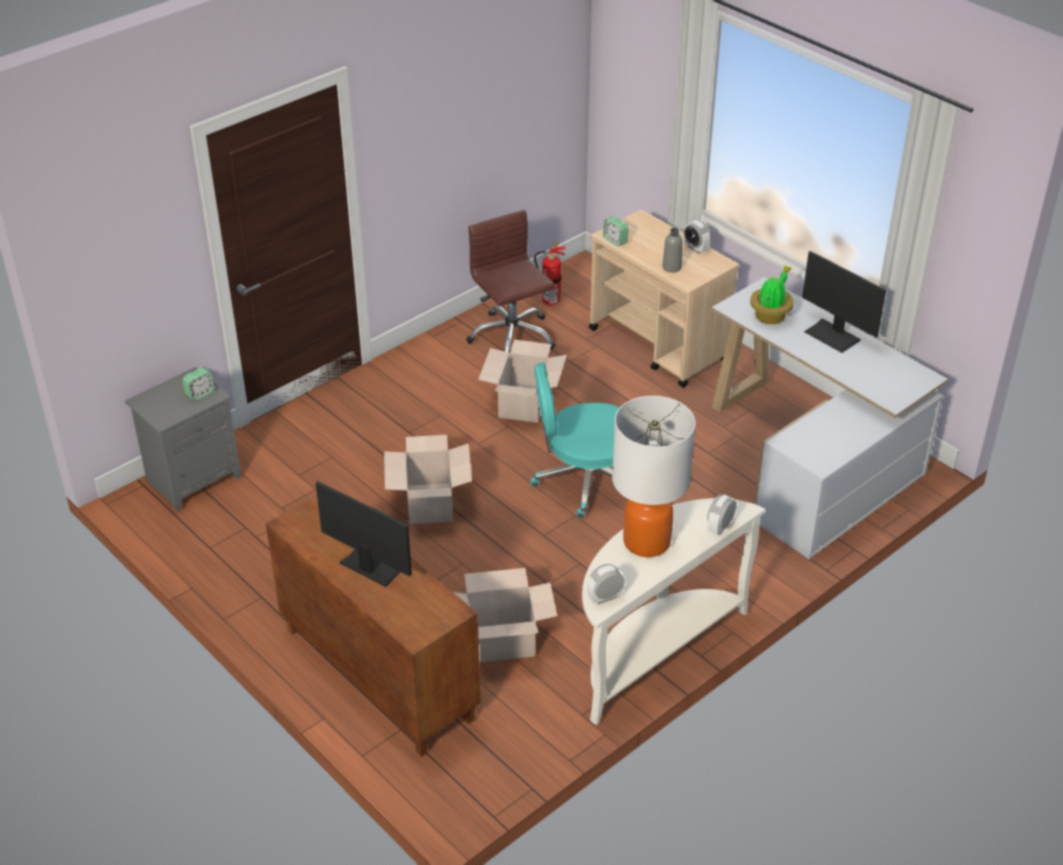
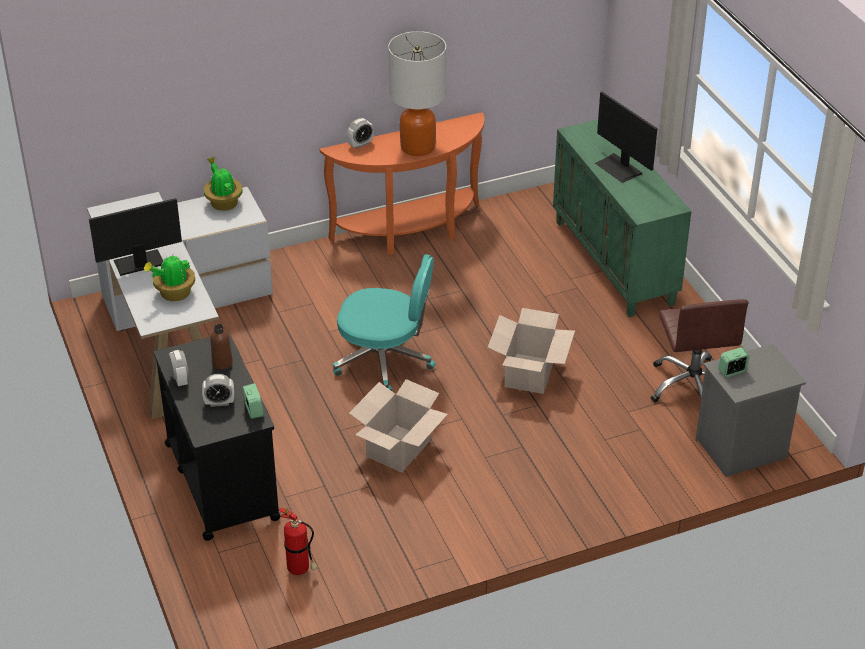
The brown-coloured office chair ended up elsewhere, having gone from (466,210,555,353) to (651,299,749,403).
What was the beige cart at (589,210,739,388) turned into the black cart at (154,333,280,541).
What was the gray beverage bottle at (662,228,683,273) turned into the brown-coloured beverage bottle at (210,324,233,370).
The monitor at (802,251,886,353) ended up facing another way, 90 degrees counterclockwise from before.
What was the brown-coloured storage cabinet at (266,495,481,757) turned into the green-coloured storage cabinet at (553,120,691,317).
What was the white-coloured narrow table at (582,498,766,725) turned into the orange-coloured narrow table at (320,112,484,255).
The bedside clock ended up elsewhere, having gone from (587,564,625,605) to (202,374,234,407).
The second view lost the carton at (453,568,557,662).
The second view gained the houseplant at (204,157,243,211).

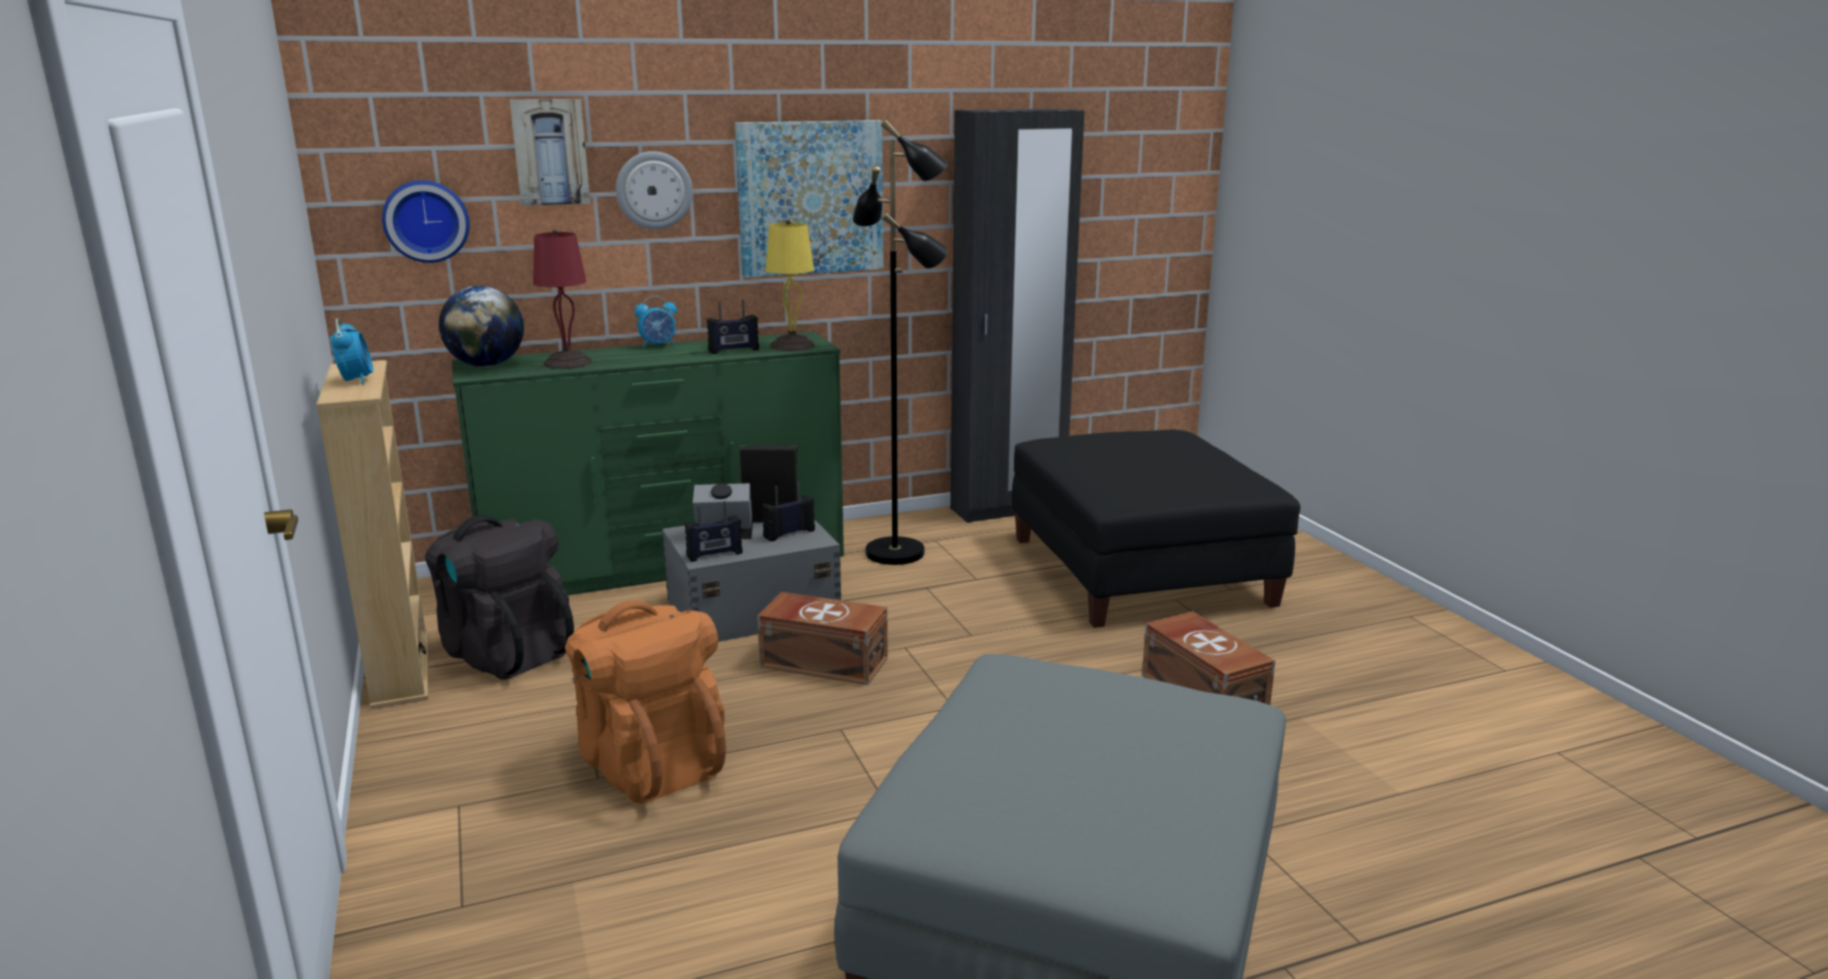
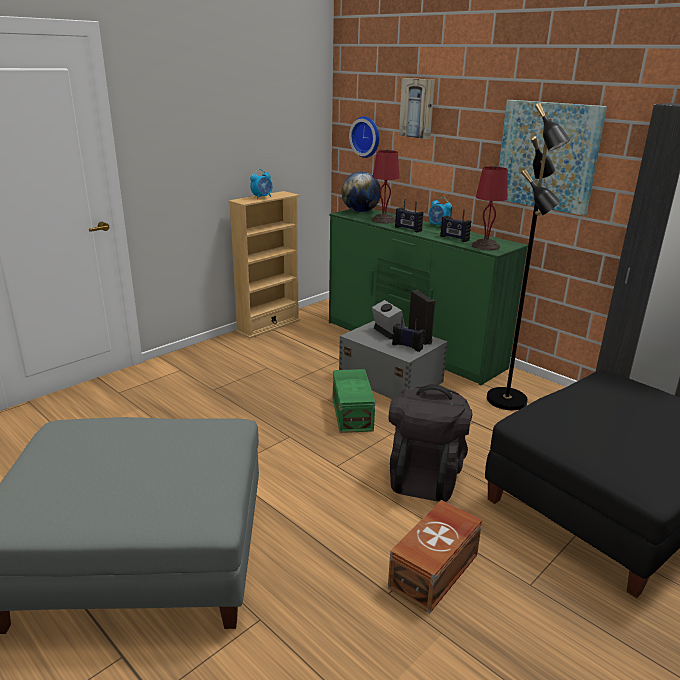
The second view lost the wall clock at (616,151,693,229).
What was the yellowish table lamp at (766,220,815,351) turned into the red table lamp at (471,165,508,250).
The radio receiver ended up elsewhere, having gone from (685,501,742,562) to (395,199,424,232).
The black backpack ended up elsewhere, having gone from (425,515,574,680) to (388,384,473,502).
What was the brown-coloured storage box at (757,592,888,685) turned into the green-coloured storage box at (333,369,375,433).
The second view lost the orange-coloured backpack at (565,600,726,804).

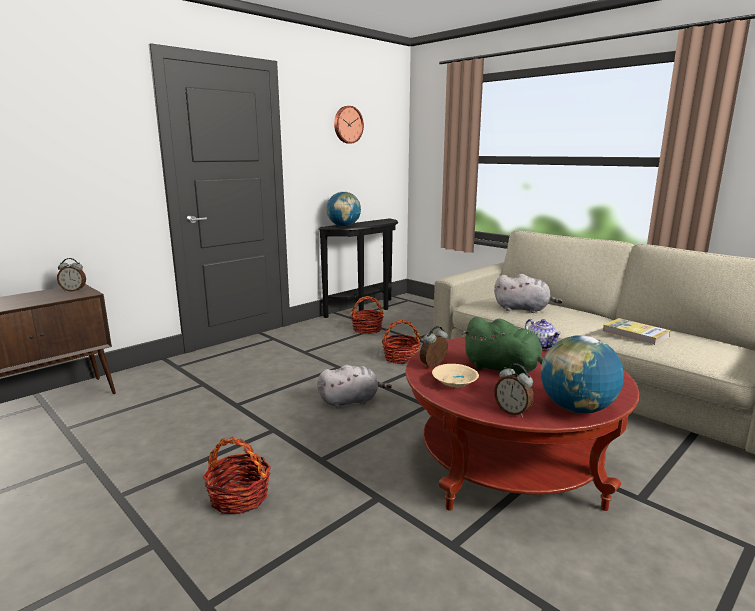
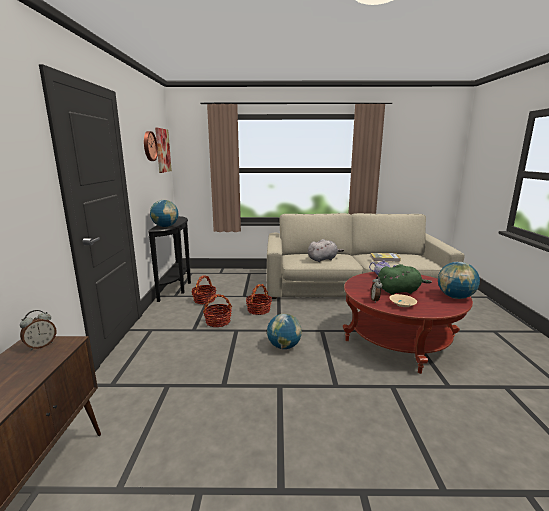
The second view lost the bedside clock at (494,364,534,417).
Where the gray cuddly toy stood at (317,365,392,408), the desk globe came to stand at (267,314,302,349).
The basket ended up elsewhere, having gone from (203,437,271,514) to (203,294,232,327).
The second view gained the wall picture at (155,128,172,173).

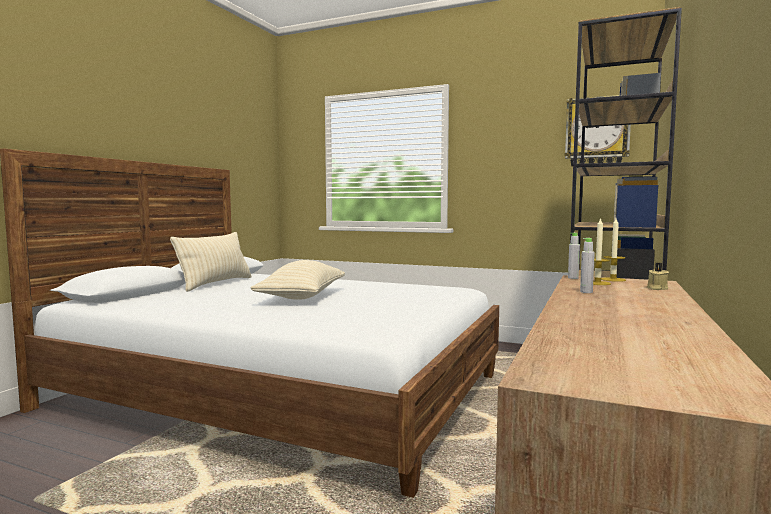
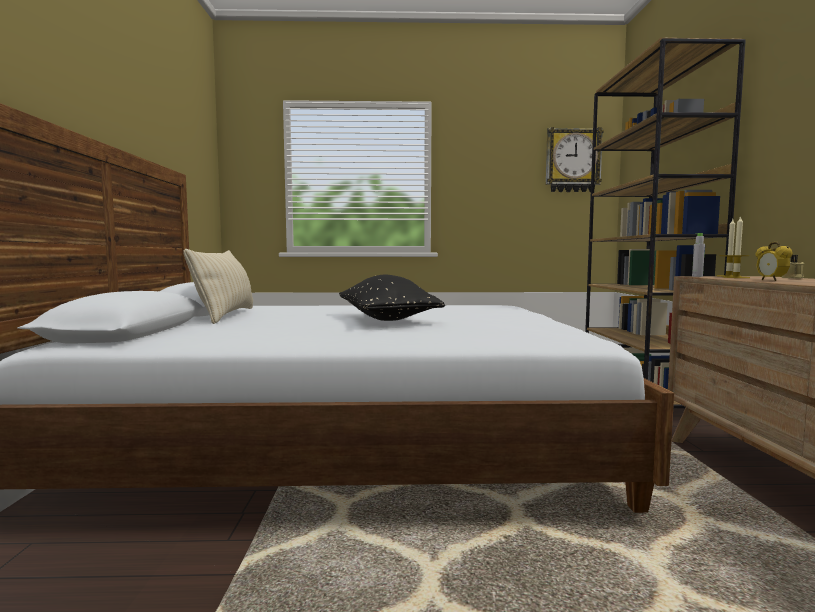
Where the gray beverage bottle stood at (580,238,595,293), the bedside clock came to stand at (755,242,793,281).
What was the beige cushion at (251,260,345,300) turned into the black cushion at (339,275,445,321).

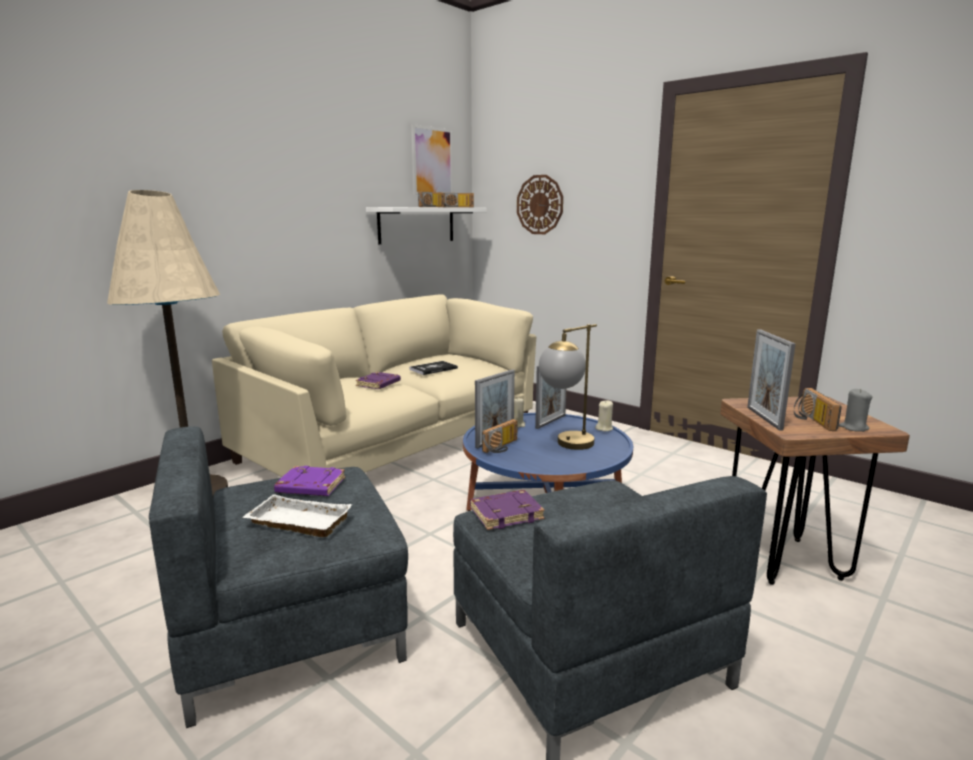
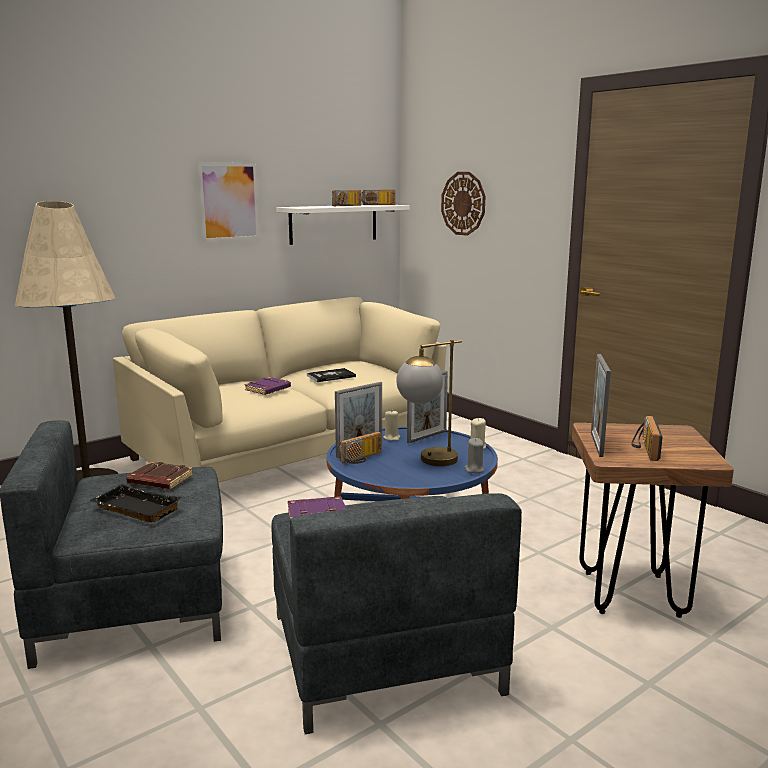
The wall picture ended up elsewhere, having gone from (411,124,453,195) to (197,162,260,242).
The gray candle ended up elsewhere, having gone from (839,389,872,432) to (464,438,484,473).
What was the purplish book at (274,466,345,496) turned into the brown-coloured book at (126,462,193,490).
What was the white-coloured carrying tray at (243,494,352,537) turned into the black carrying tray at (90,484,182,522).

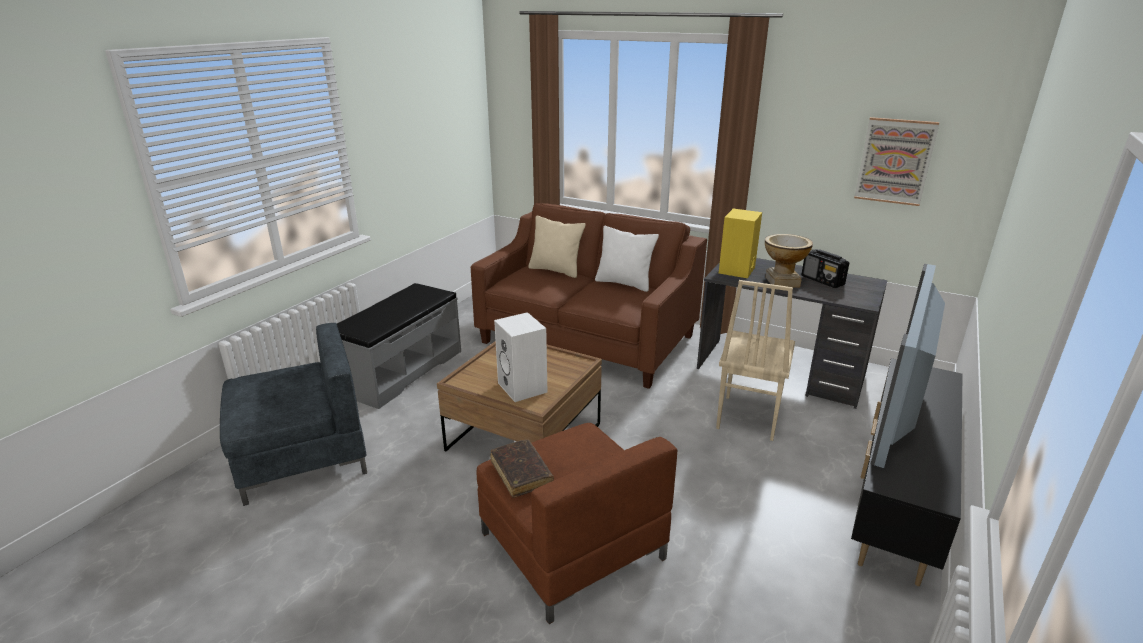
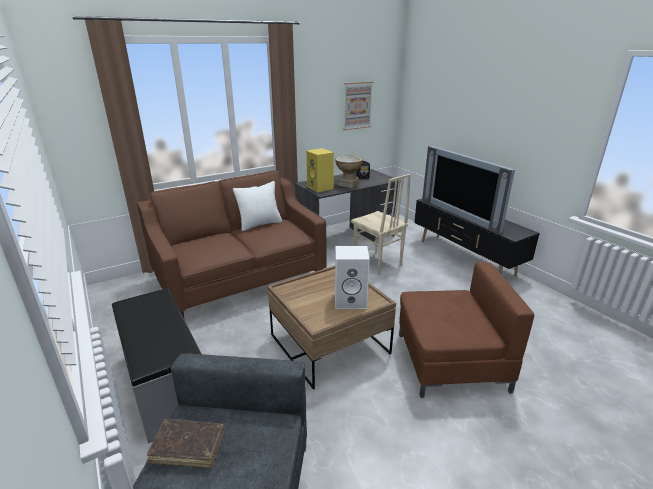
The second view lost the beige cushion at (528,215,586,278).
The brown-coloured book ended up elsewhere, having gone from (490,439,554,498) to (147,419,224,468).

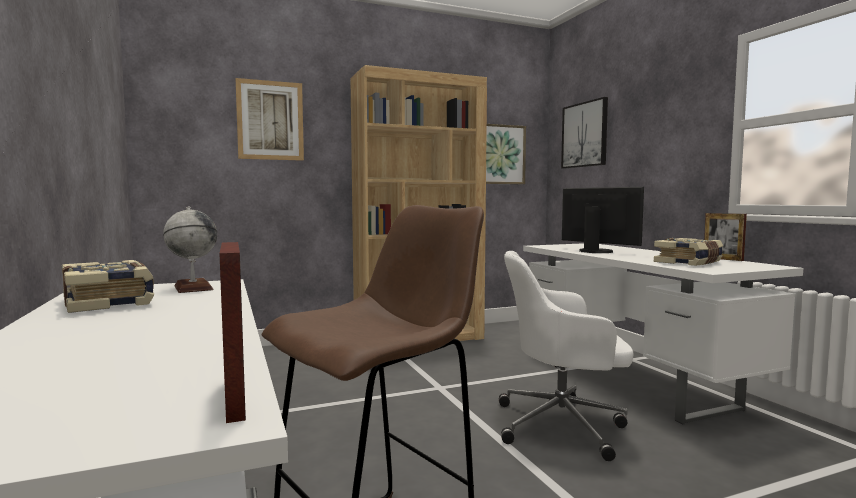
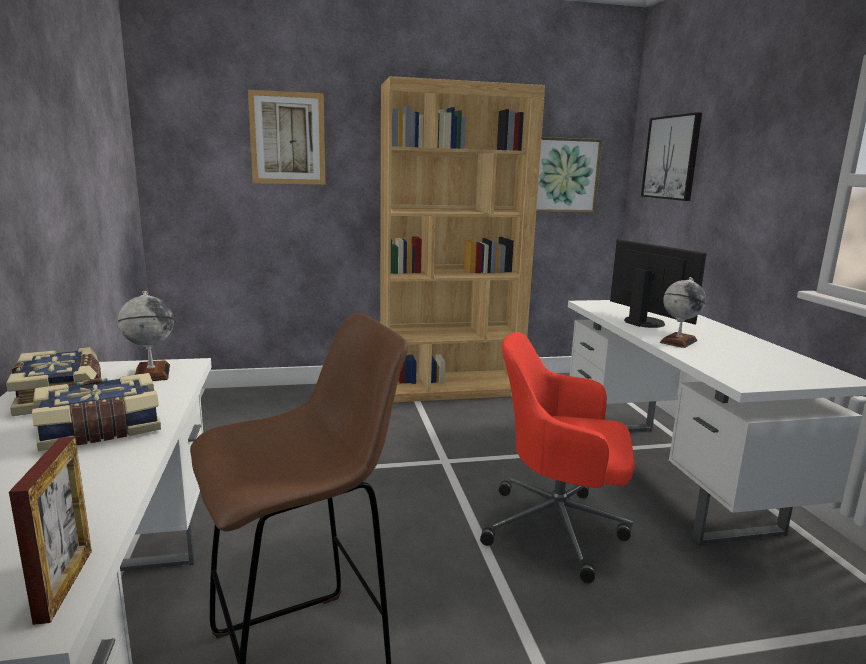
The second view lost the photo frame at (704,213,747,261).
The book ended up elsewhere, having gone from (654,238,723,266) to (32,373,161,451).
What was the white-coloured office chair at (499,251,633,461) turned into the red office chair at (480,332,635,583).
The second view gained the desk globe at (660,277,706,348).

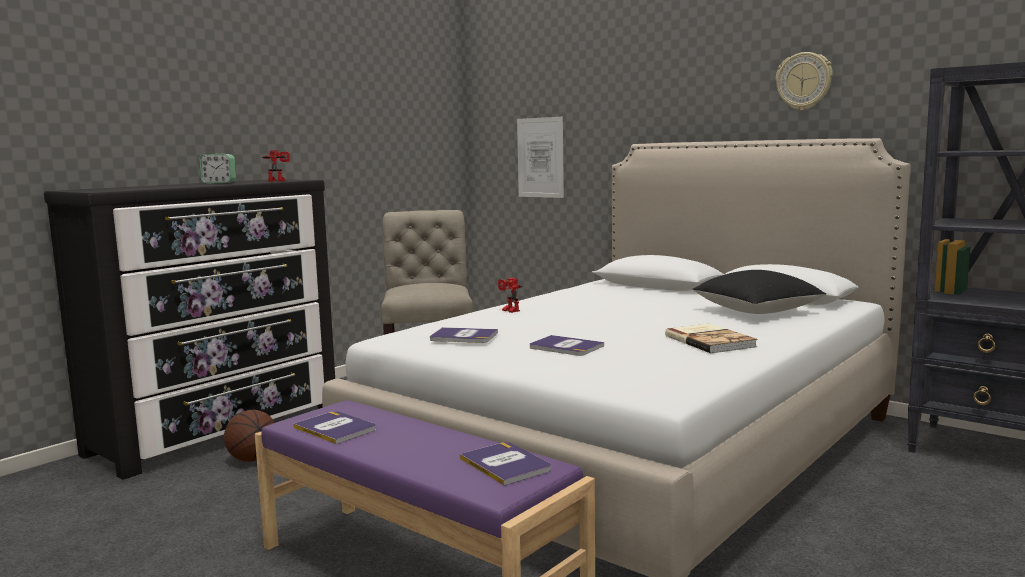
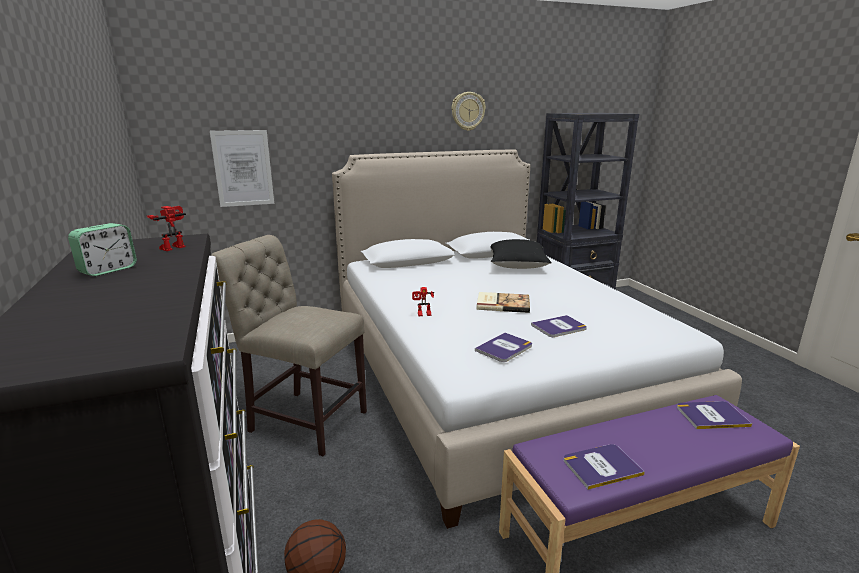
The book ended up elsewhere, having gone from (665,324,757,353) to (476,292,530,313).

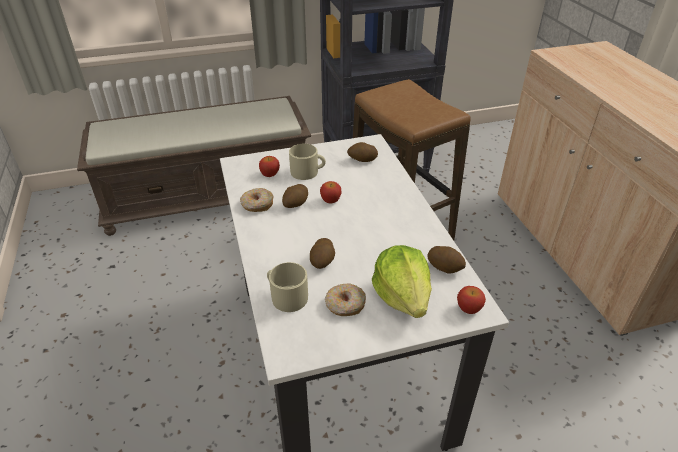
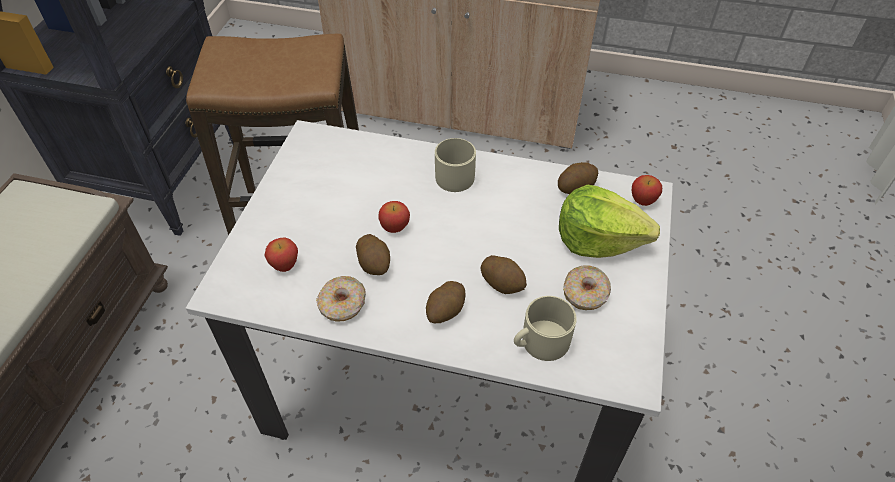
The potato ended up elsewhere, having gone from (347,142,378,162) to (426,281,466,323).
The beige coffee mug ended up elsewhere, having gone from (289,144,326,180) to (435,138,476,192).

